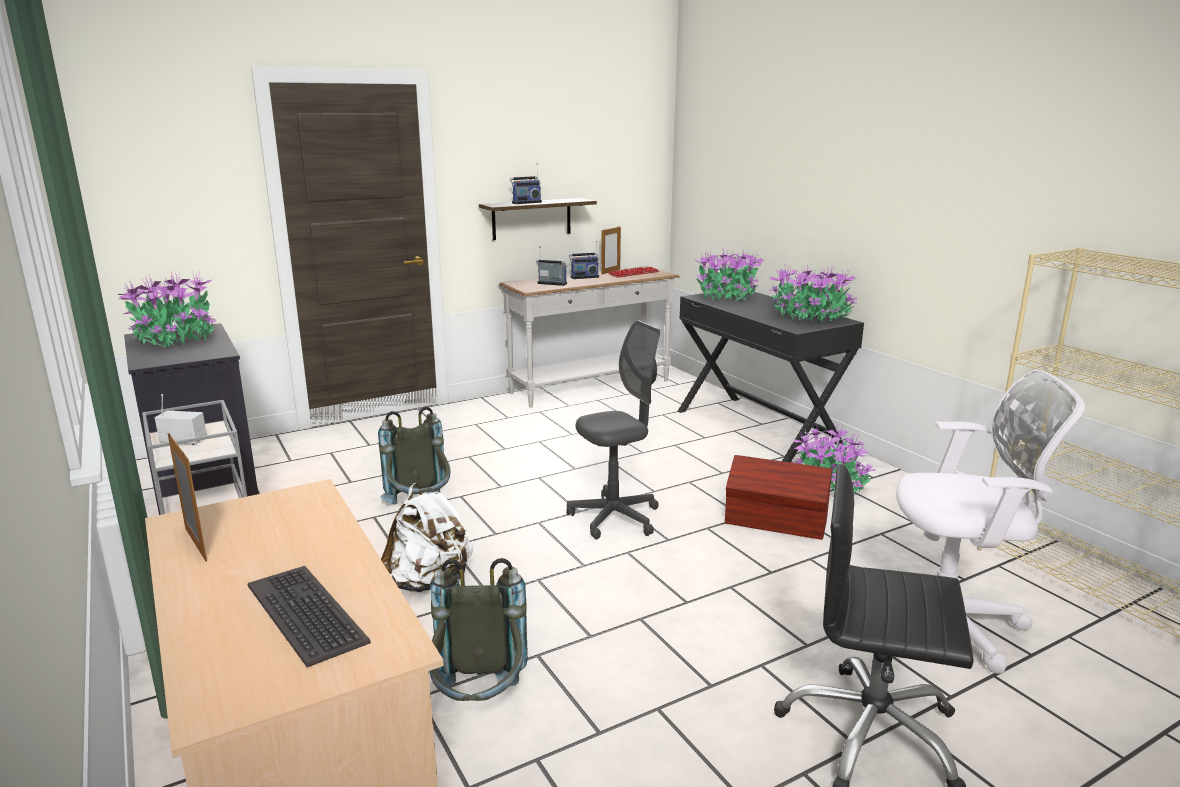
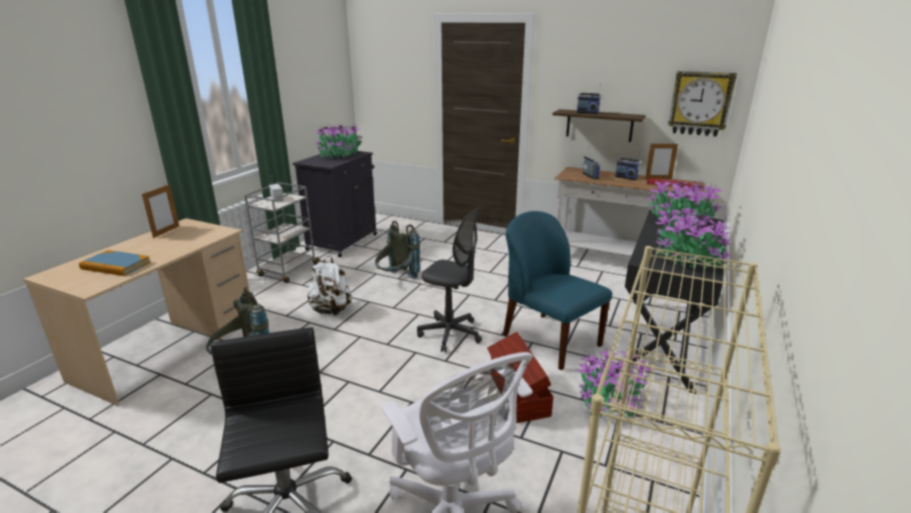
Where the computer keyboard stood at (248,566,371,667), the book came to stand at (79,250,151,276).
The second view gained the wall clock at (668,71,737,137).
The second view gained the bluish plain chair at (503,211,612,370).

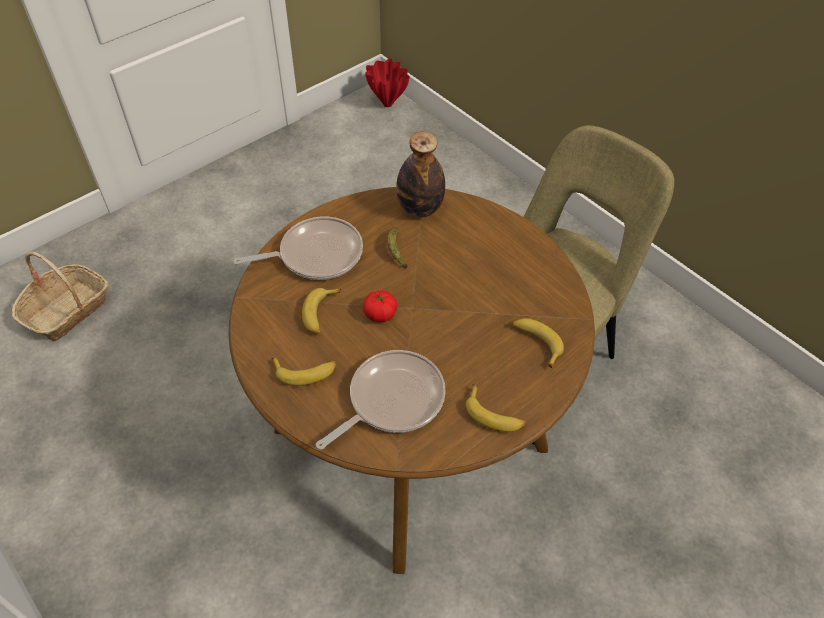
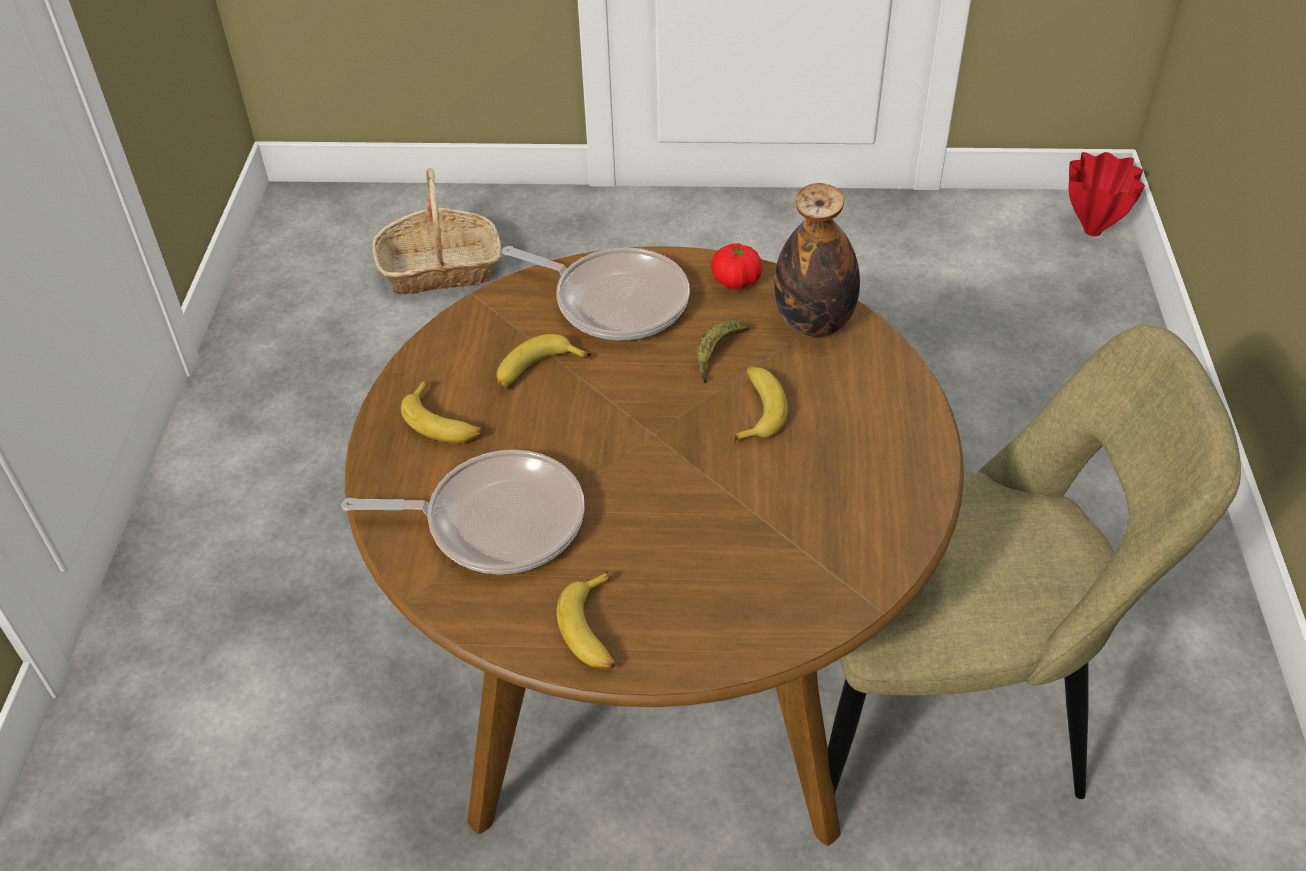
The fresh tomato ended up elsewhere, having gone from (363,290,397,322) to (711,243,763,289).
The banana ended up elsewhere, having gone from (513,318,564,368) to (734,366,788,442).

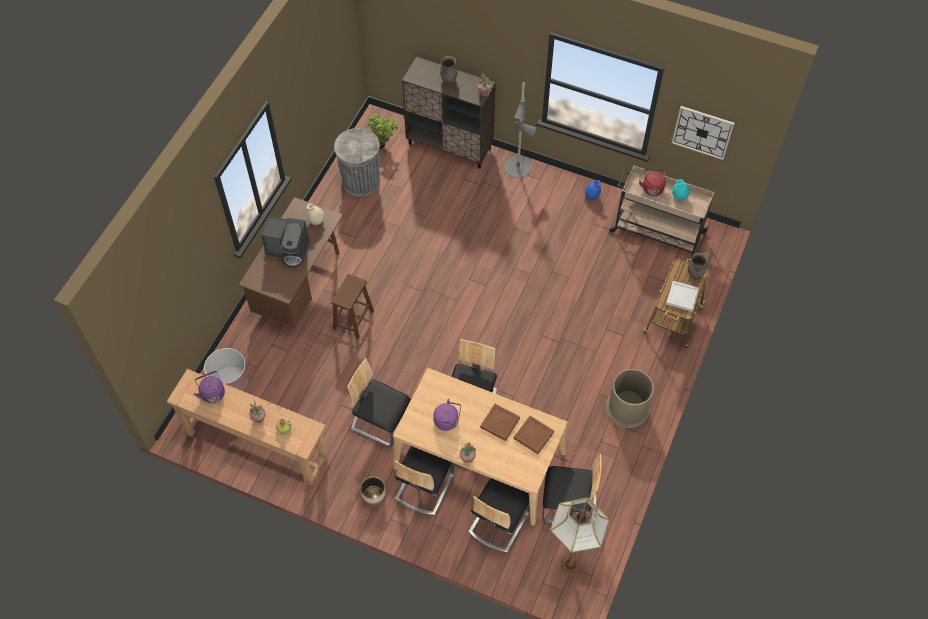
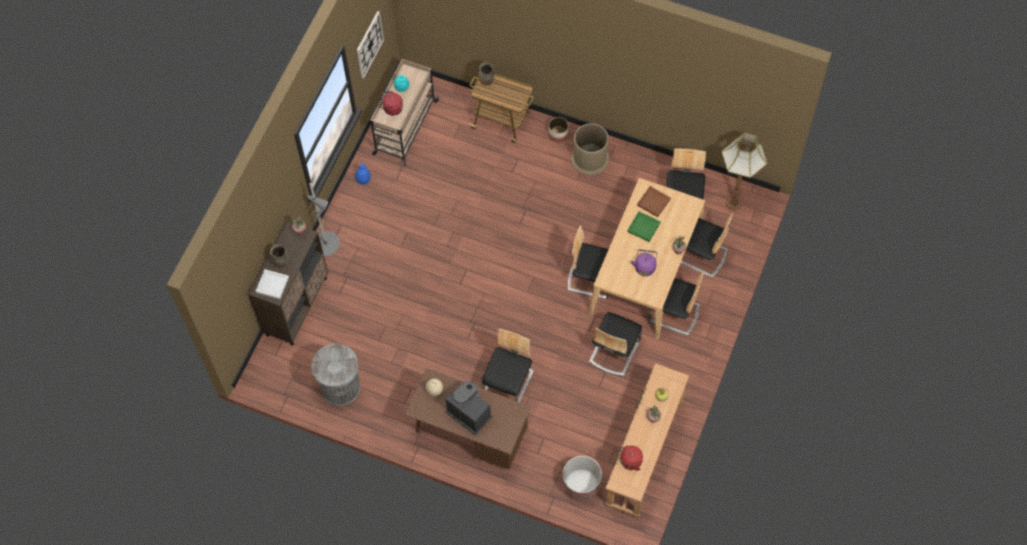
The second view lost the houseplant at (367,113,398,149).
The coffee maker at (261,216,310,268) ended up facing another way, 60 degrees counterclockwise from before.
Where the brown-coloured sitting stool stood at (331,274,374,339), the plain chair came to stand at (481,329,534,402).
The white-coloured carrying tray ended up elsewhere, having gone from (666,281,699,312) to (256,269,289,299).
What was the purplish kettle at (194,371,225,403) turned into the red kettle at (617,445,643,471).
What was the brown-coloured carrying tray at (480,404,520,441) turned into the green-coloured carrying tray at (627,211,661,242).
The flower pot ended up elsewhere, having gone from (360,477,386,507) to (548,117,569,142).

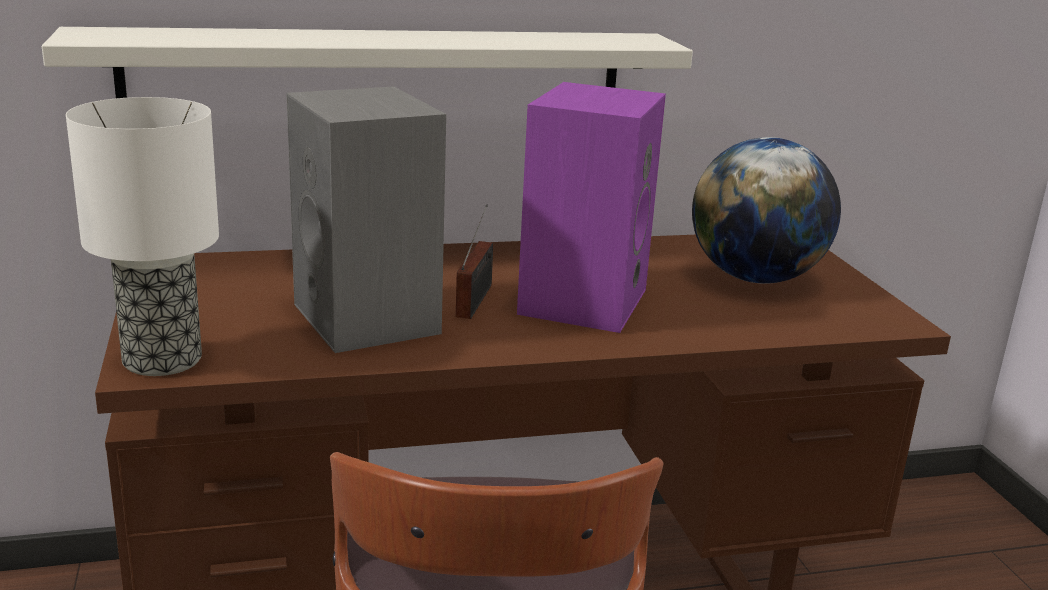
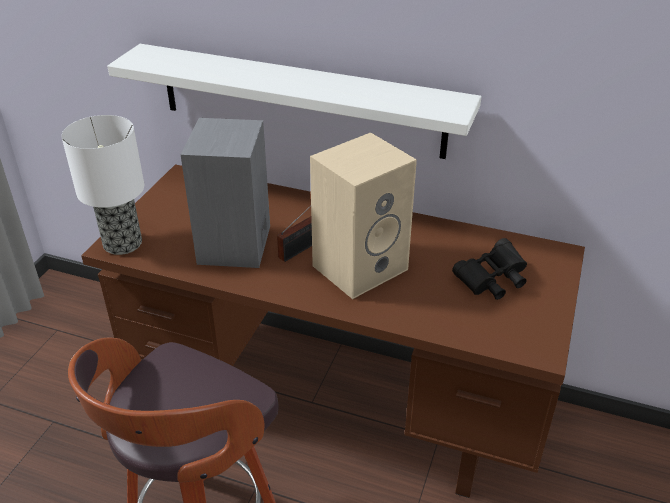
What was the purplish loudspeaker at (517,82,666,333) turned into the beige loudspeaker at (310,132,417,299).
Where the desk globe stood at (692,137,841,284), the black field glasses came to stand at (452,238,527,300).

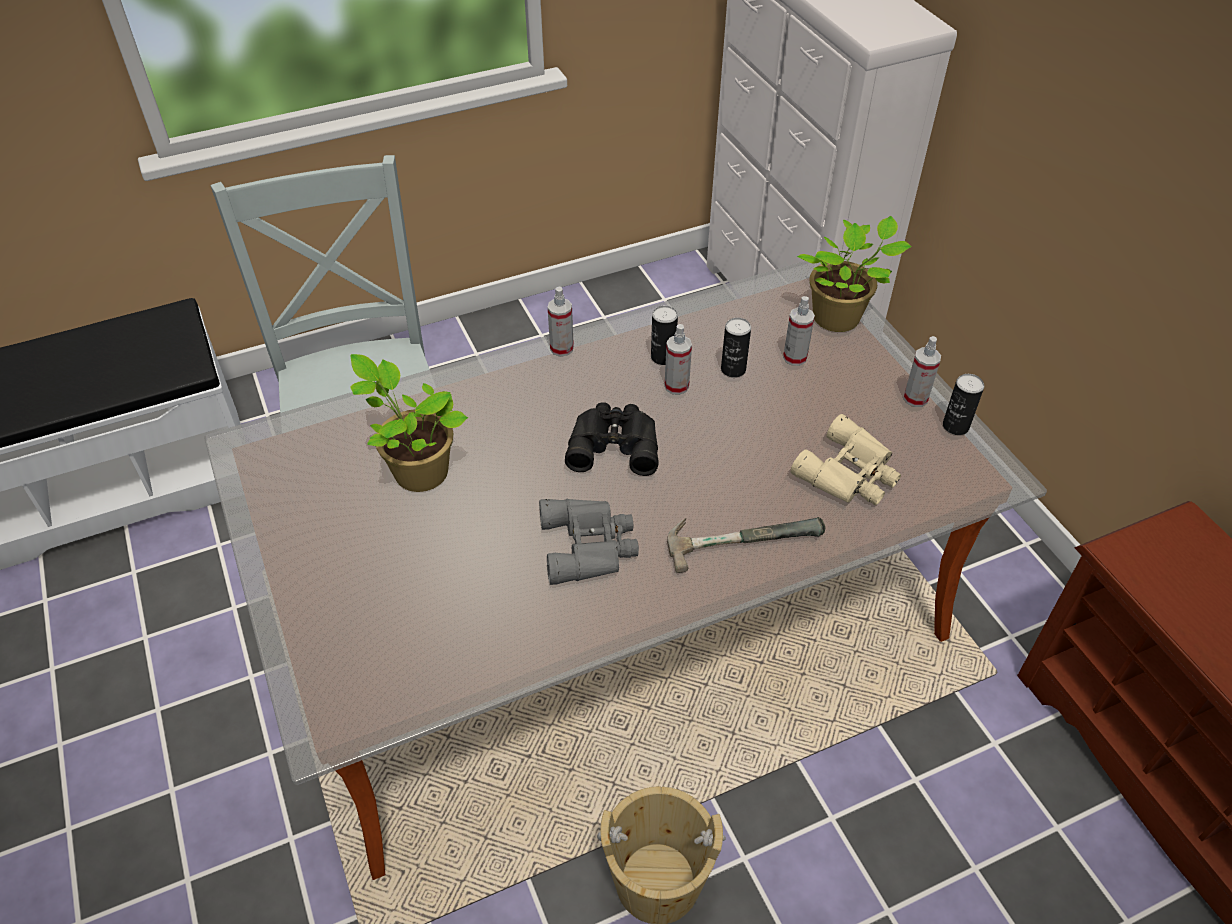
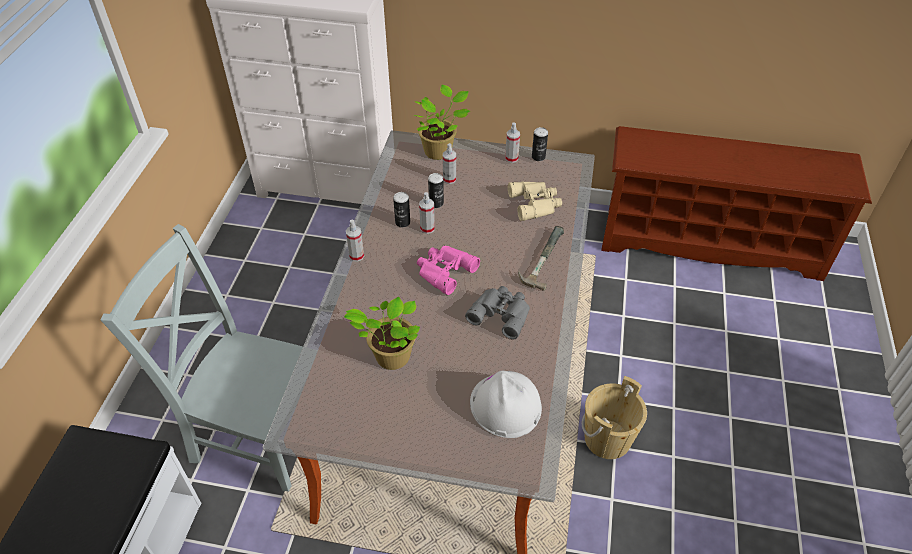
What was the black field glasses at (565,402,659,476) turned into the pink field glasses at (417,246,480,295).
The second view gained the white-coloured safety helmet at (470,371,542,438).

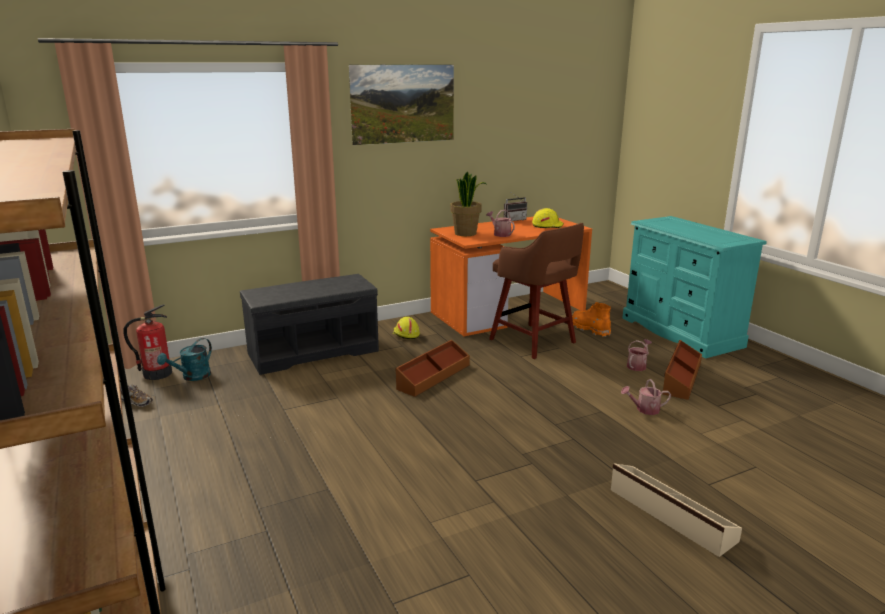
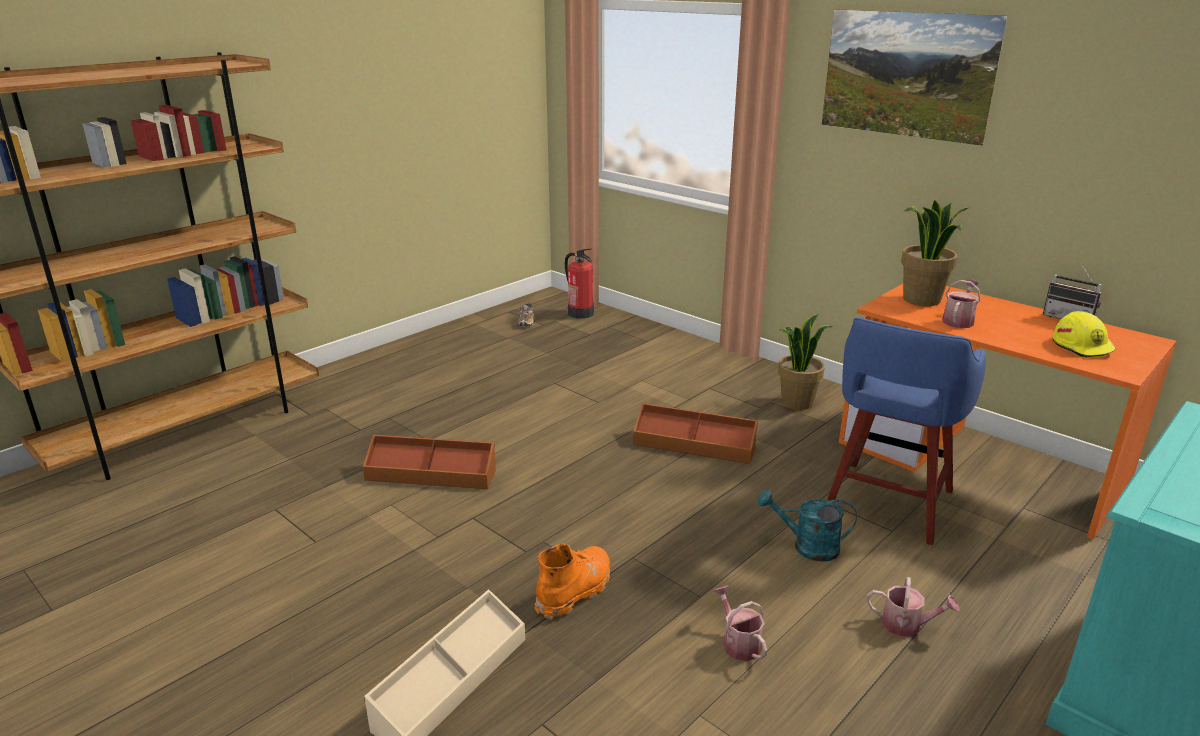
What was the brown-coloured sitting stool at (489,223,584,359) turned into the bluish sitting stool at (827,318,986,545).
The second view lost the gray long seat at (240,274,379,375).
The orange-coloured high-top boot ended up elsewhere, having gone from (572,302,611,337) to (535,544,610,620).
Where the yellowish safety helmet stood at (393,317,420,339), the houseplant came to stand at (778,314,832,410).
The blue-green watering can ended up elsewhere, having gone from (157,338,212,381) to (758,489,857,562).
The brown-coloured storage box ended up elsewhere, having gone from (663,340,702,400) to (363,435,496,489).

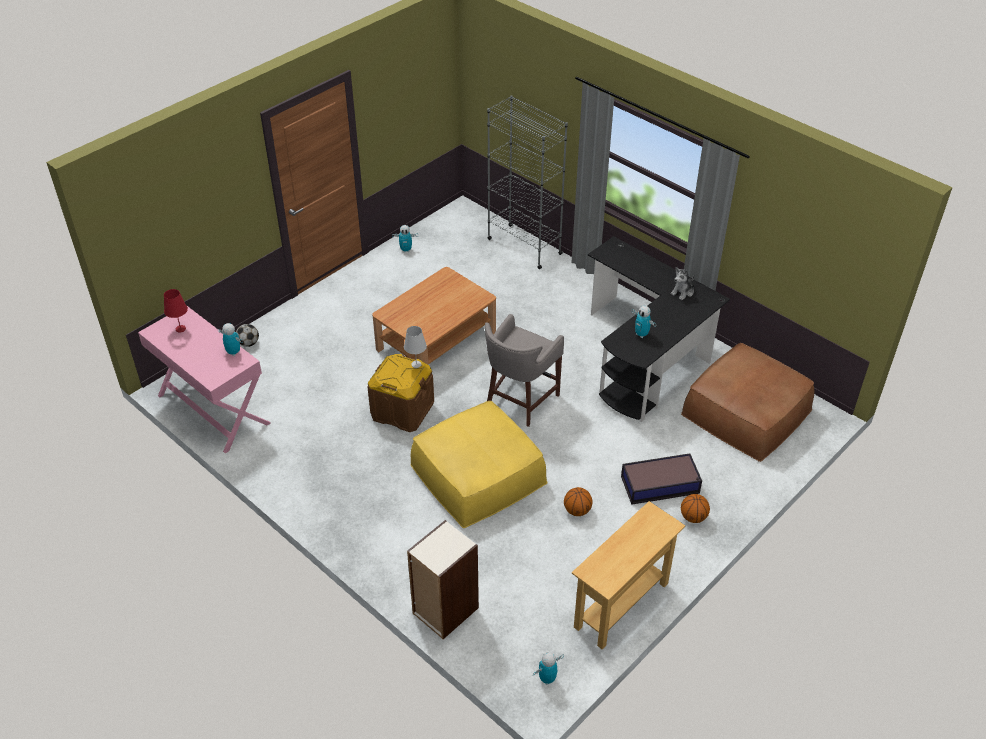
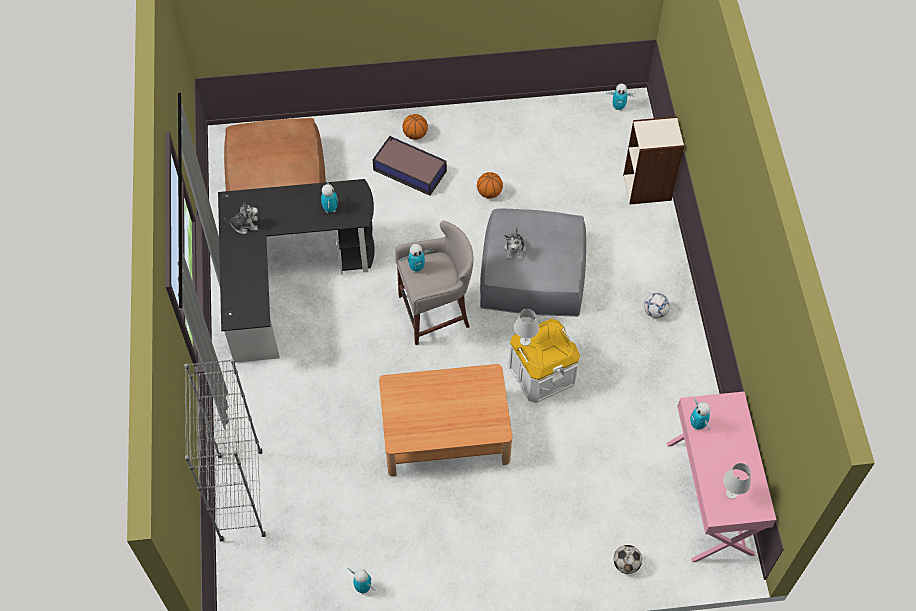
What was the red table lamp at (164,289,188,332) turned into the white-coloured table lamp at (723,463,751,499).
What was the brown-coloured storage box at (367,354,434,432) turned into the white-coloured storage box at (508,319,580,403).
What was the yellowish ottoman at (410,401,548,528) turned into the gray ottoman at (480,209,586,317).
The second view lost the beige narrow table at (572,501,685,649).
The second view gained the cuddly toy at (504,228,526,260).
The second view gained the toy robot at (400,244,432,273).
The second view gained the football at (644,293,670,318).

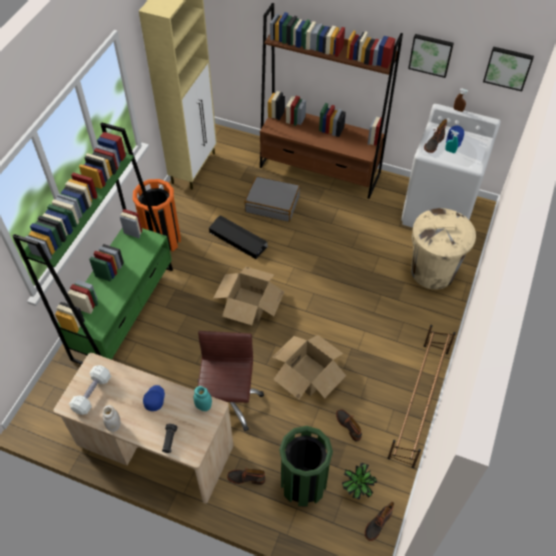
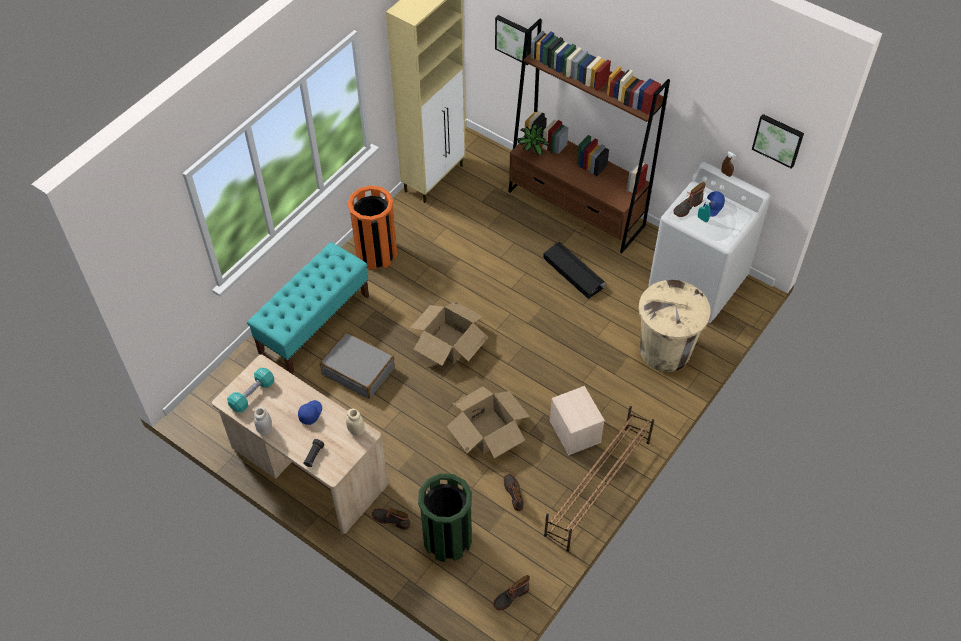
The wall picture ended up elsewhere, having gone from (408,34,454,78) to (495,15,532,65).
Where the green-coloured shelving unit stood at (13,122,173,365), the blue-green long seat came to stand at (247,242,369,374).
The gray piece of luggage ended up elsewhere, having gone from (244,176,300,222) to (320,332,394,399).
The black storage box ended up elsewhere, having gone from (209,215,268,259) to (543,242,605,299).
The second view lost the brown-coloured office chair at (198,331,264,432).
What was the white-coloured dumbbell at (69,365,111,415) turned into the blue-green dumbbell at (227,368,274,412).
What was the blue-green storage jar at (194,386,212,411) turned into the beige storage jar at (346,408,365,436).
The houseplant ended up elsewhere, having gone from (342,463,377,500) to (518,124,549,156).
The second view gained the beige storage box at (550,386,605,455).

